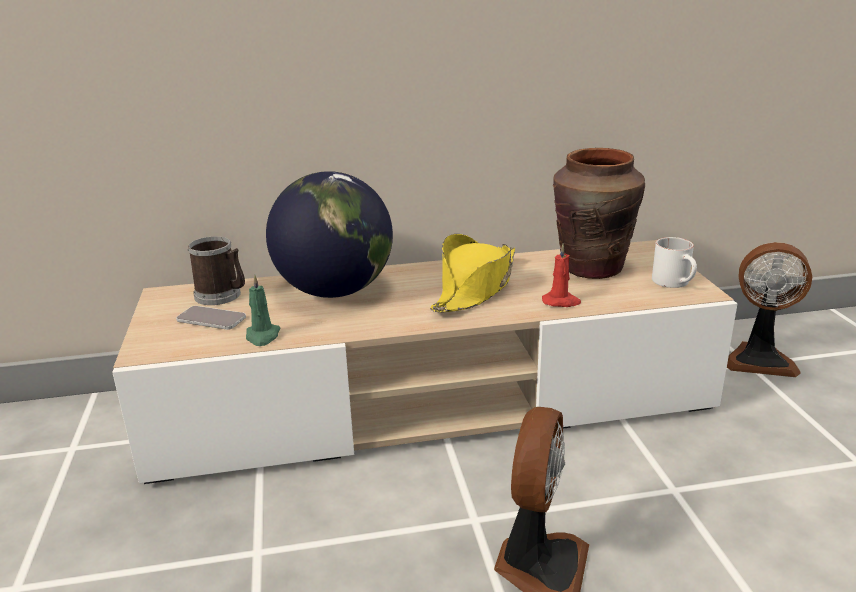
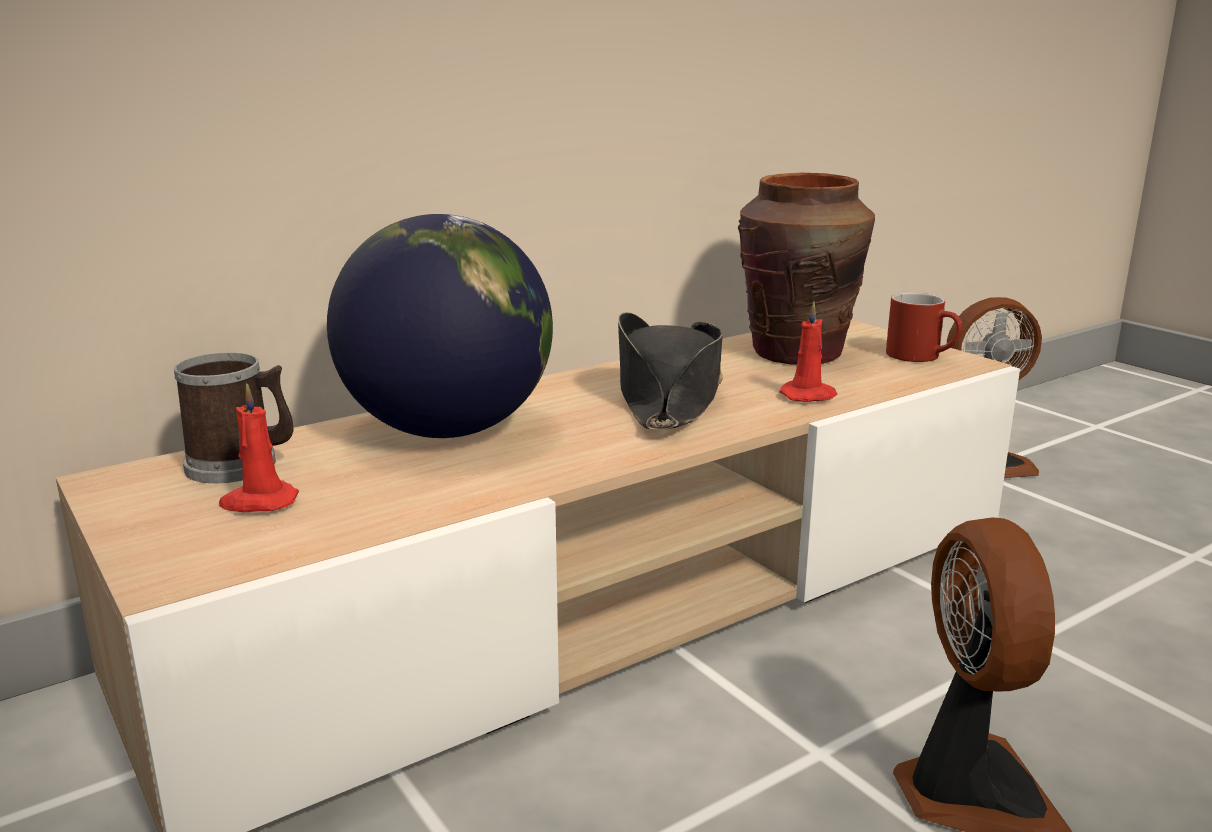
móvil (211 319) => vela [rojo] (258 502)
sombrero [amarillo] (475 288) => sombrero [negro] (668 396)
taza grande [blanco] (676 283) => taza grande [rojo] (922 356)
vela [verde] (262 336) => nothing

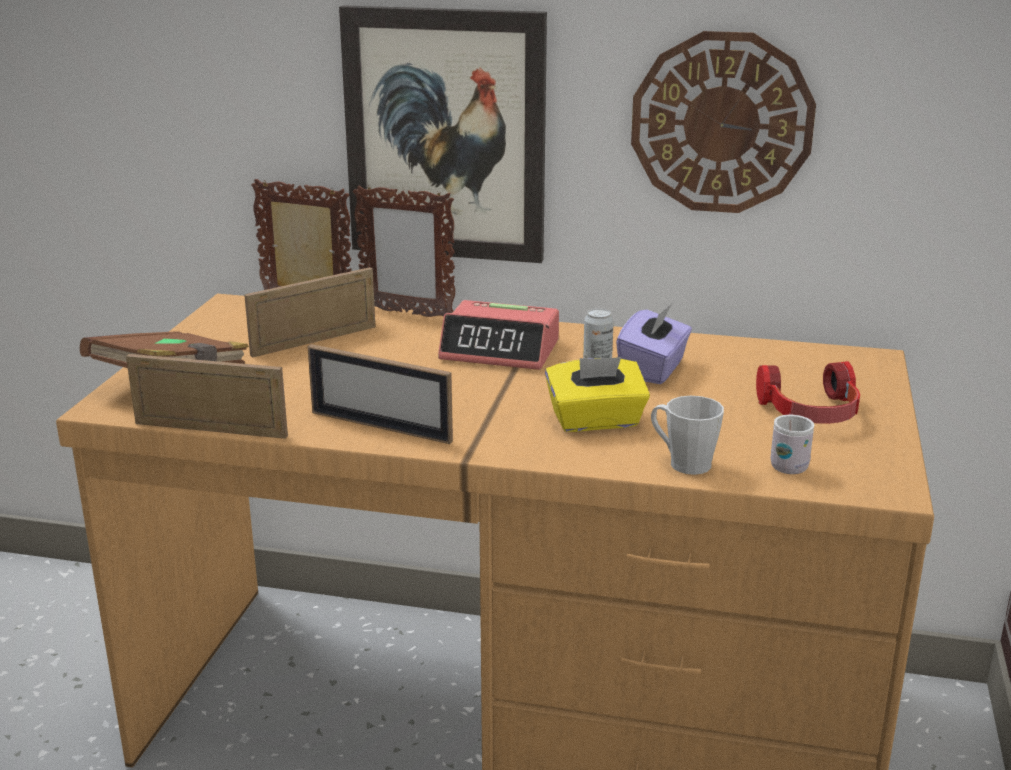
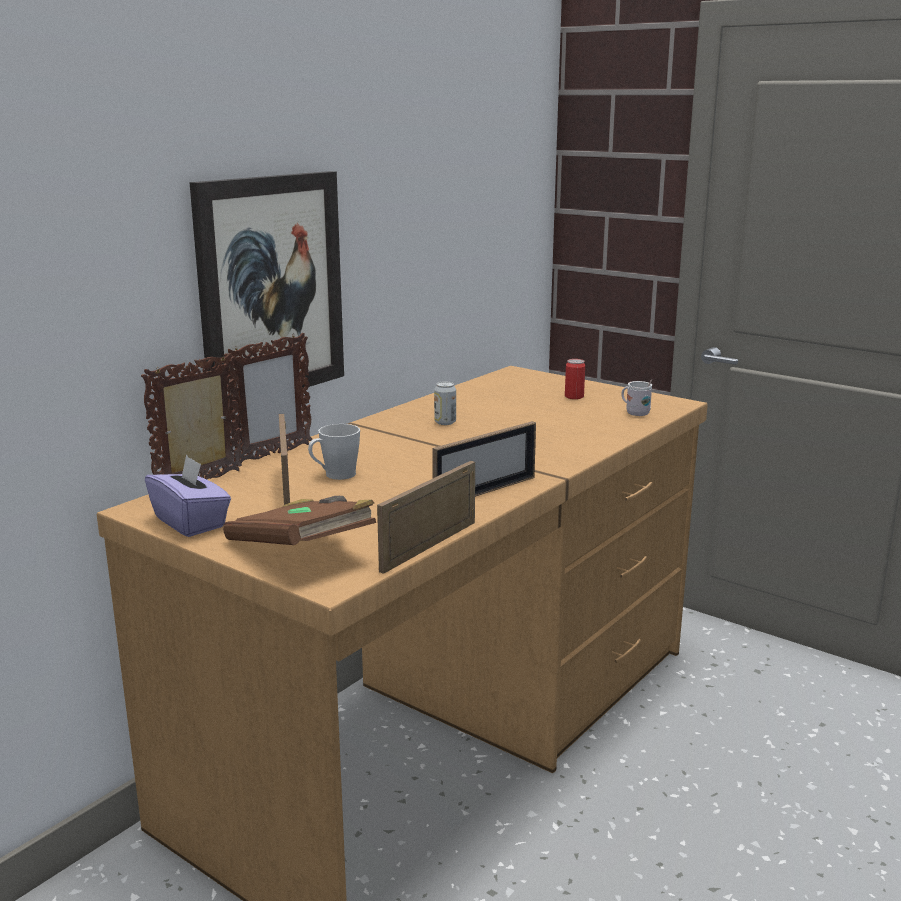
caja de pañuelos [morado] (653 369) => caja de pañuelos [morado] (191 522), relocated
taza grande [gris] (682 462) => taza grande [gris] (335 475), relocated
auriculares (811 413) => lata (574 396)
despertador (500 350) => nothing
caja de pañuelos [amarillo] (596 421) => nothing
reloj de pared (721 123) => nothing

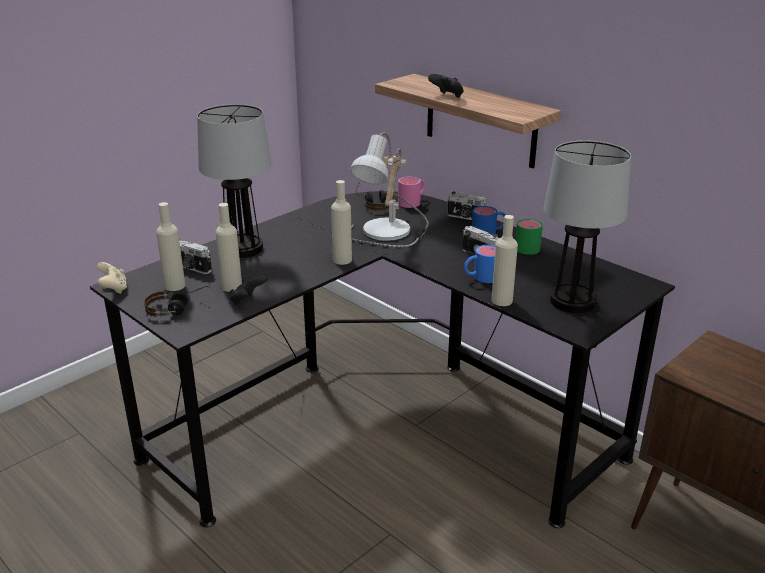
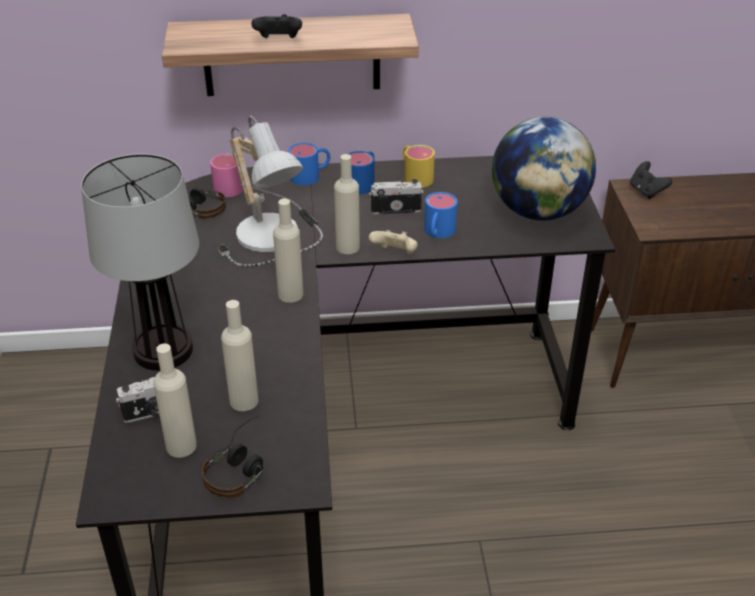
cámara (465 217) => taza grande [azul] (311 175)
botella [beis] (502 300) => botella [beis] (347 247), relocated
mando de consola [beis] (114 289) => mando de consola [beis] (395 254), relocated
taza grande [verde] (528 246) => taza grande [amarillo] (415 176)
lámpara de mesa (573 301) => globo terráqueo (538 211)
mando de consola [negro] (247 300) => mando de consola [negro] (646 191), relocated

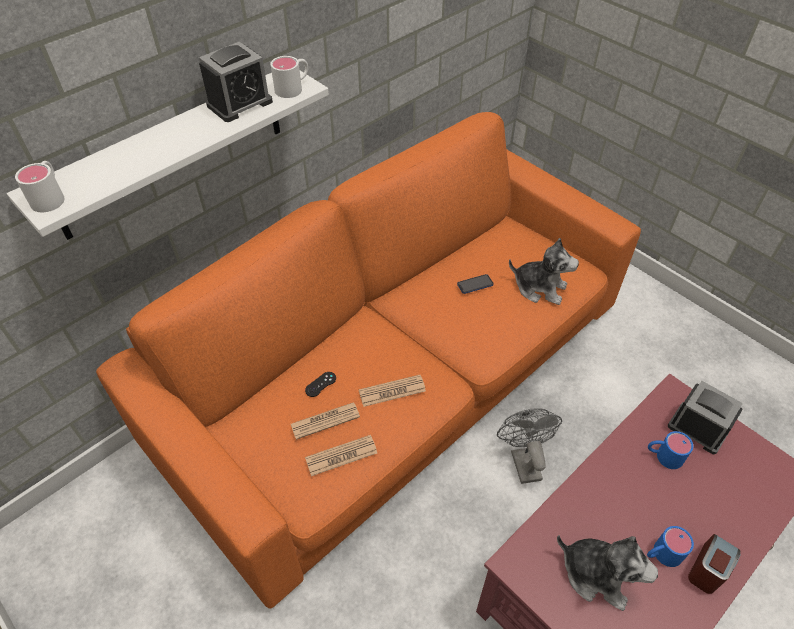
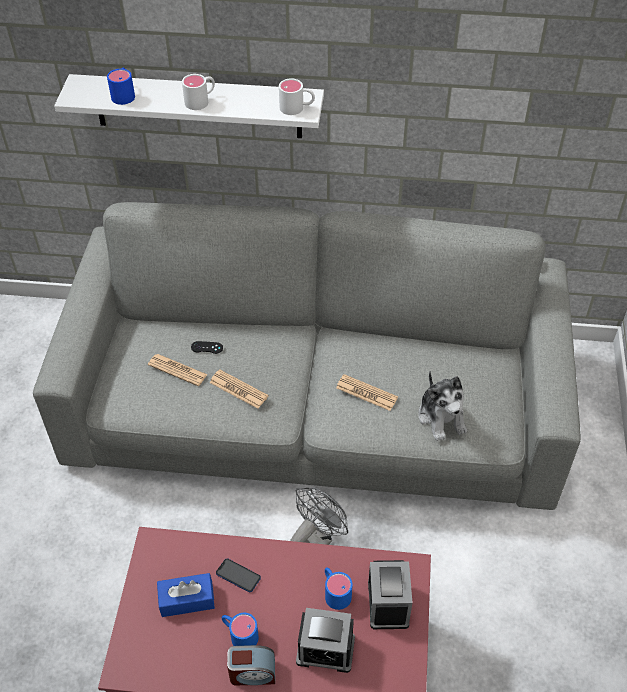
sofá [naranja] (396 373) => sofá [gris] (314 405)
nothing => taza grande [azul] (124 94)
peluche (597 574) => caja de pañuelos [azul] (187 600)
taza grande [blanco] (50 196) => taza grande [blanco] (201 100), relocated
móvil (475 284) => móvil (238 576), relocated
despertador (240 103) => despertador (325 650), relocated
periódico (341 455) => periódico (366 393), relocated

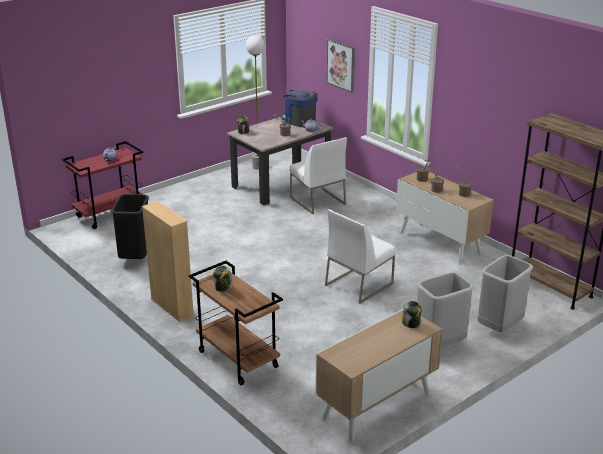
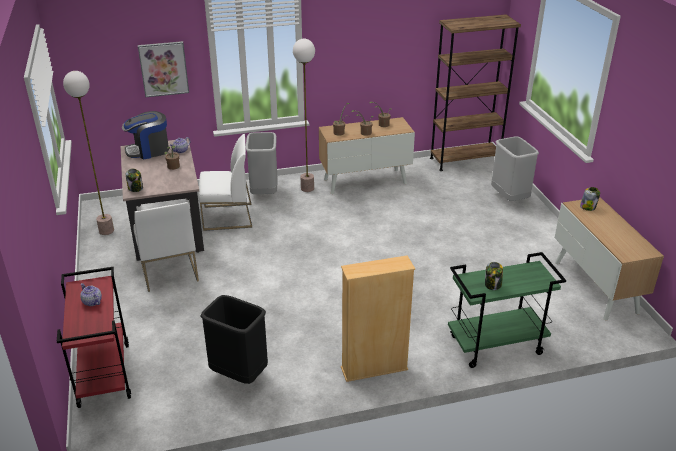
silla [blanco] (359 284) => silla [blanco] (168 270), relocated
papelera [gris] (439 345) => papelera [gris] (264 192), relocated
nothing => lámpara de pie (307 188)
carrito [marrón] (237 359) => carrito [verde] (495 346)

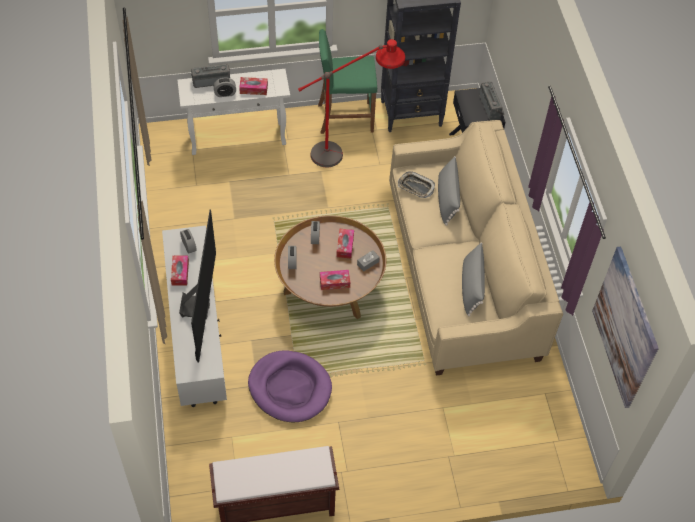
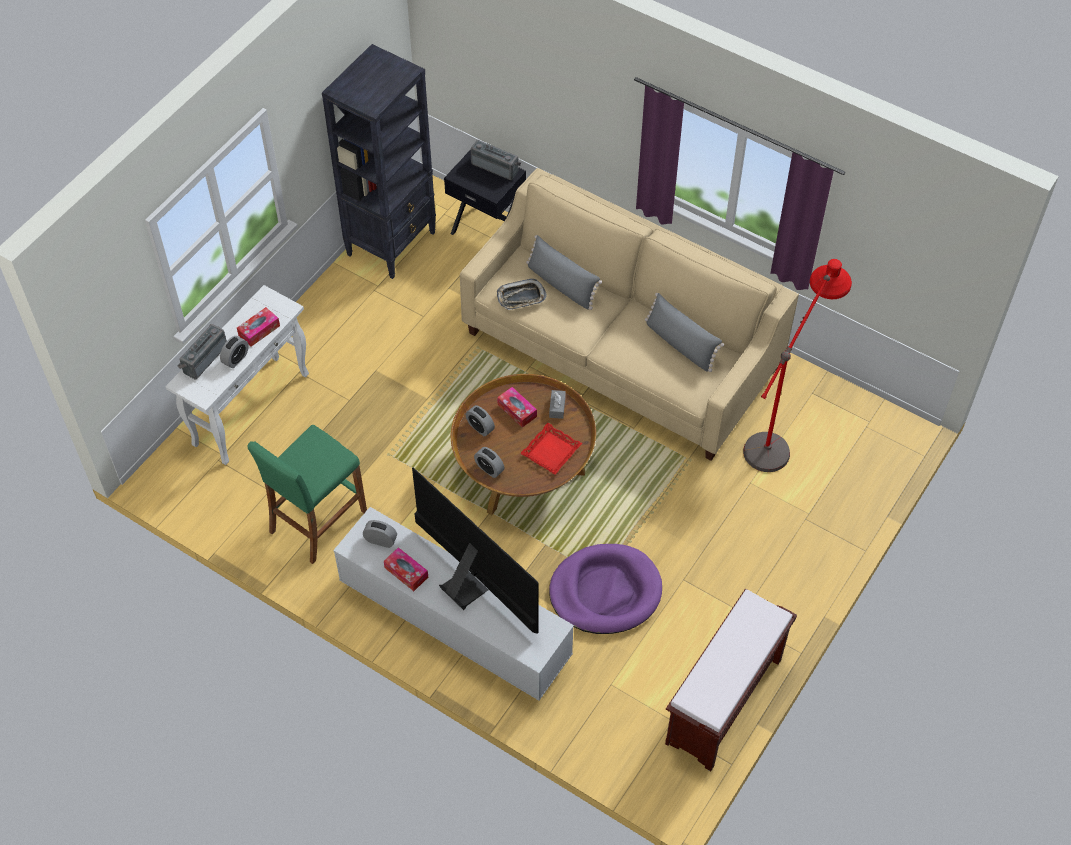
taburete [verde] (345 118) => taburete [verde] (317 521), relocated
caja de pañuelos (334 282) => bandeja [rojo] (550 451)
lámpara de pie [rojo] (349 152) => lámpara de pie [rojo] (782 429), relocated
cuadro (625 328) => nothing

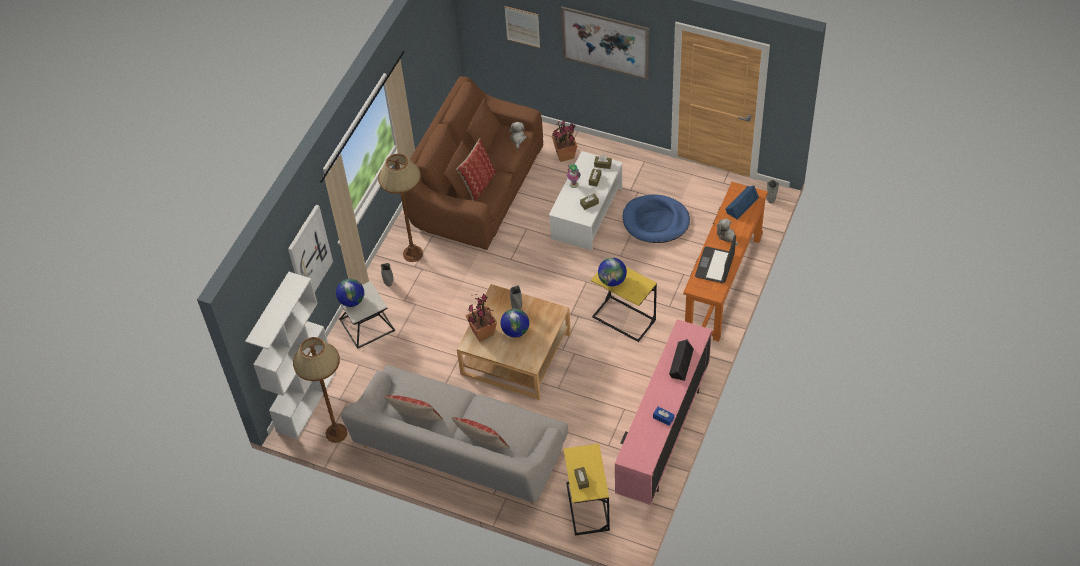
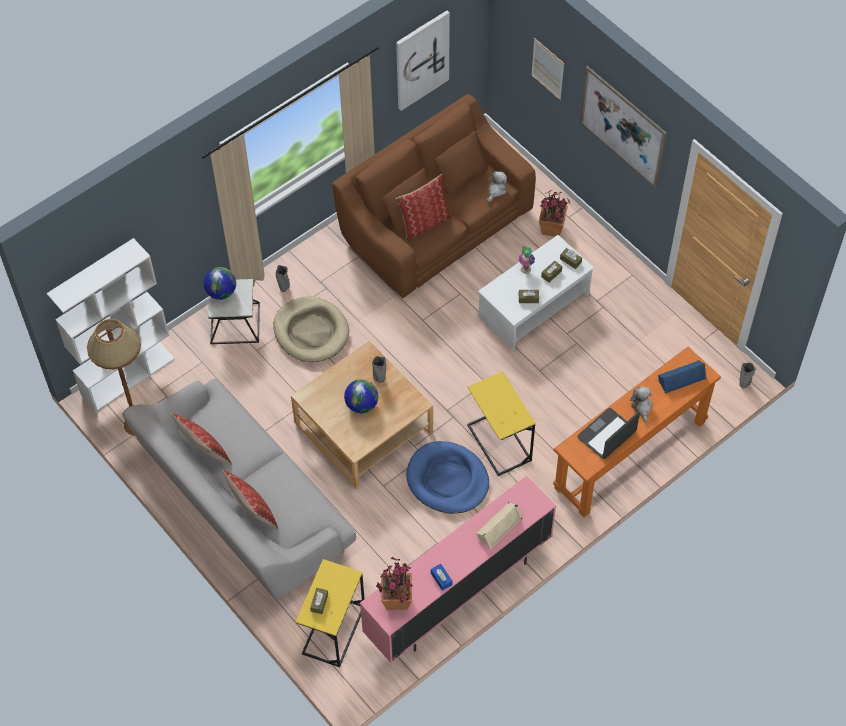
nothing => cama para perro [beis] (311 331)
planta en maceta (482 333) => planta en maceta (396 600), relocated
cuadro (309 254) => cuadro (421 59), relocated
cama para perro [azul] (655 221) => cama para perro [azul] (447 480), relocated
altavoz [negro] (680 362) => altavoz [beis] (498 526)
lámpara de pie [marrón] (413 254) => nothing
globo terráqueo (612 280) => nothing

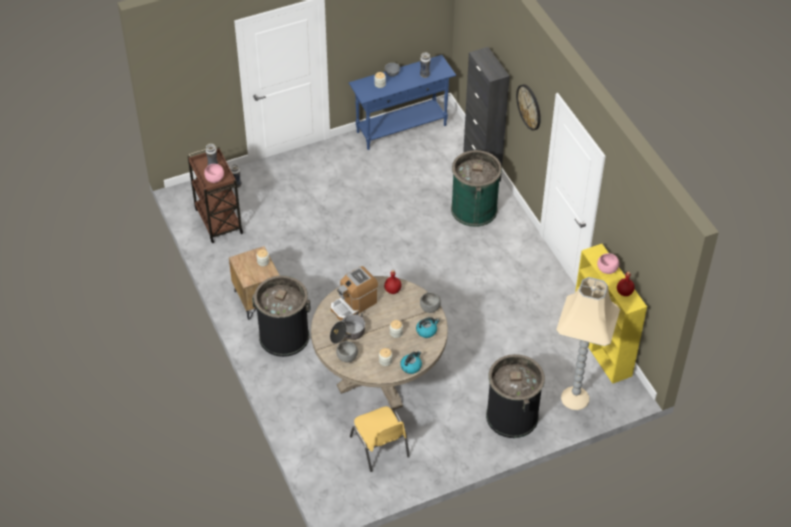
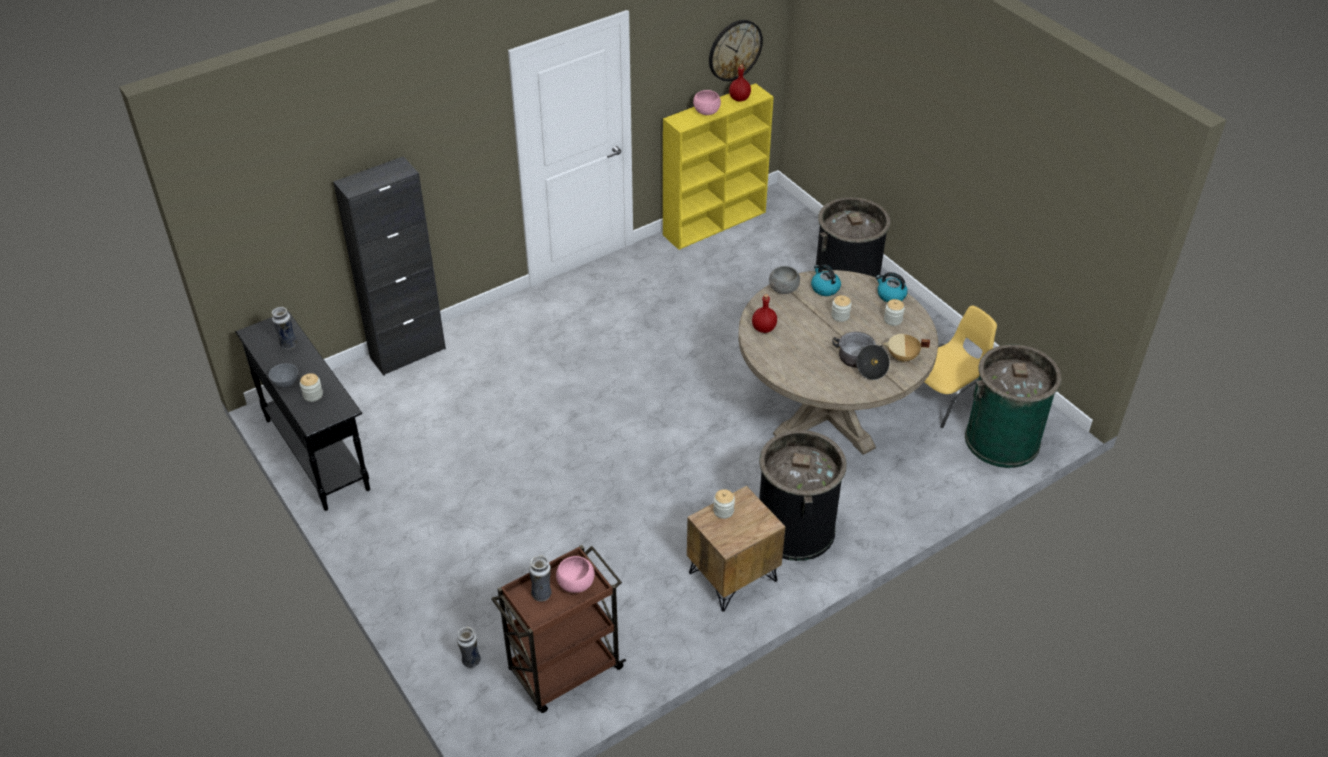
mesa consola [azul] (402 129) => mesa consola [negro] (317 454)
reloj de pared (529 107) => reloj de pared (735 50), relocated
cuenco [gris] (347 357) => olla [beis] (902 357)
papelera [verde] (474 209) => papelera [verde] (1002 440), relocated
cafetera (353 304) => nothing
lámpara de pie [beis] (574 397) => nothing

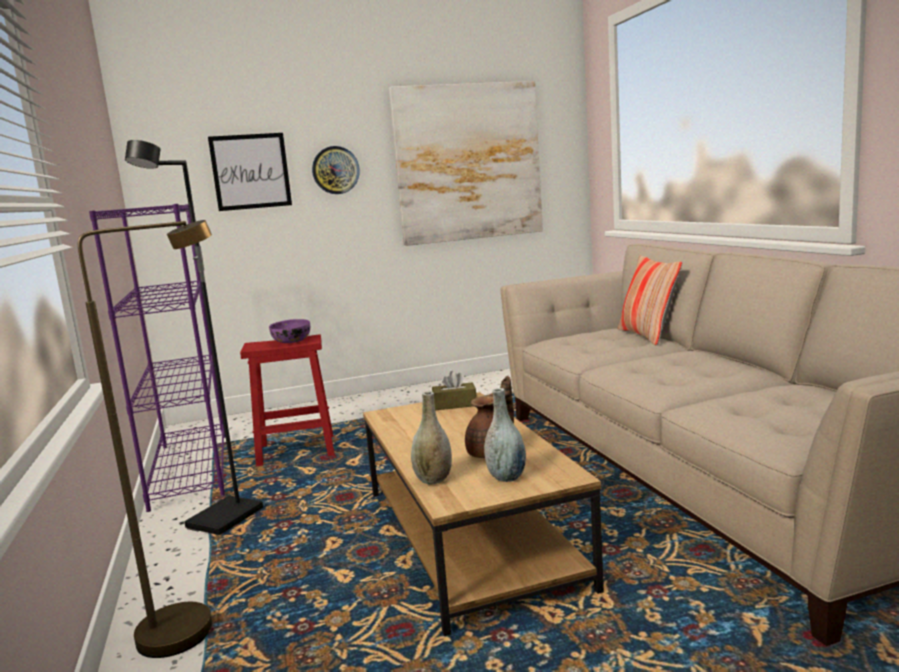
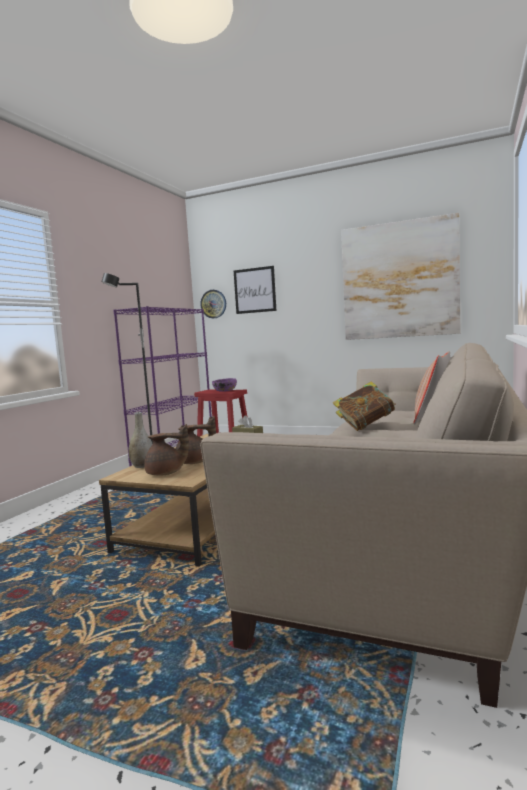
florero [gris] (506 477) => tetera [marrón] (166 473)
reloj de pared (335 170) => reloj de pared (213 304), relocated
nothing => libro (365 426)
lámpara de pie [marrón] (194 623) => nothing

